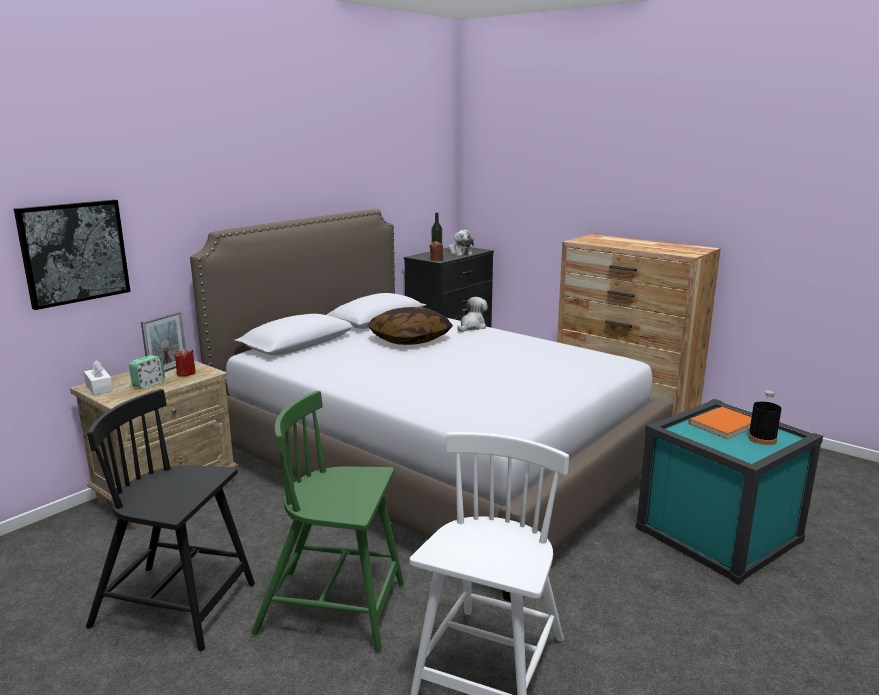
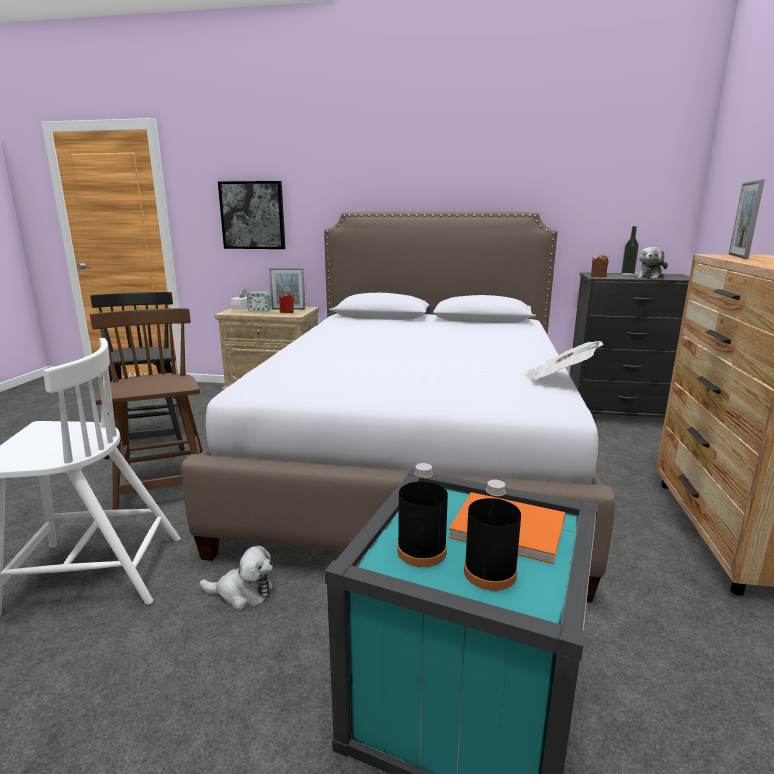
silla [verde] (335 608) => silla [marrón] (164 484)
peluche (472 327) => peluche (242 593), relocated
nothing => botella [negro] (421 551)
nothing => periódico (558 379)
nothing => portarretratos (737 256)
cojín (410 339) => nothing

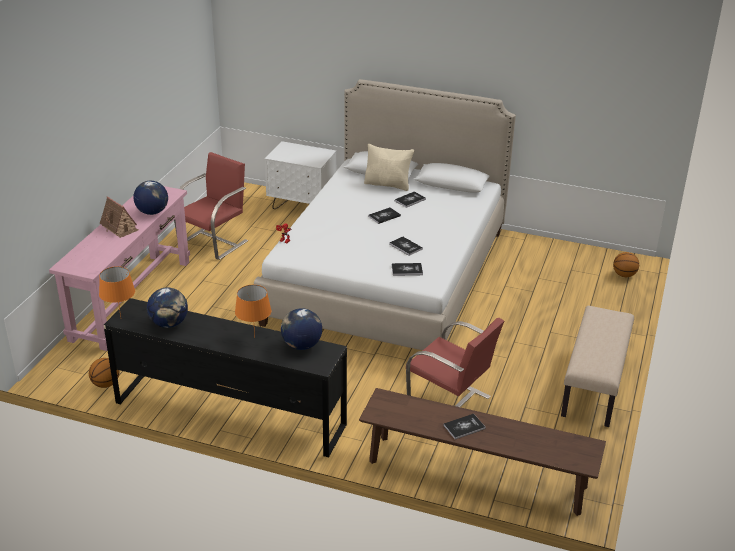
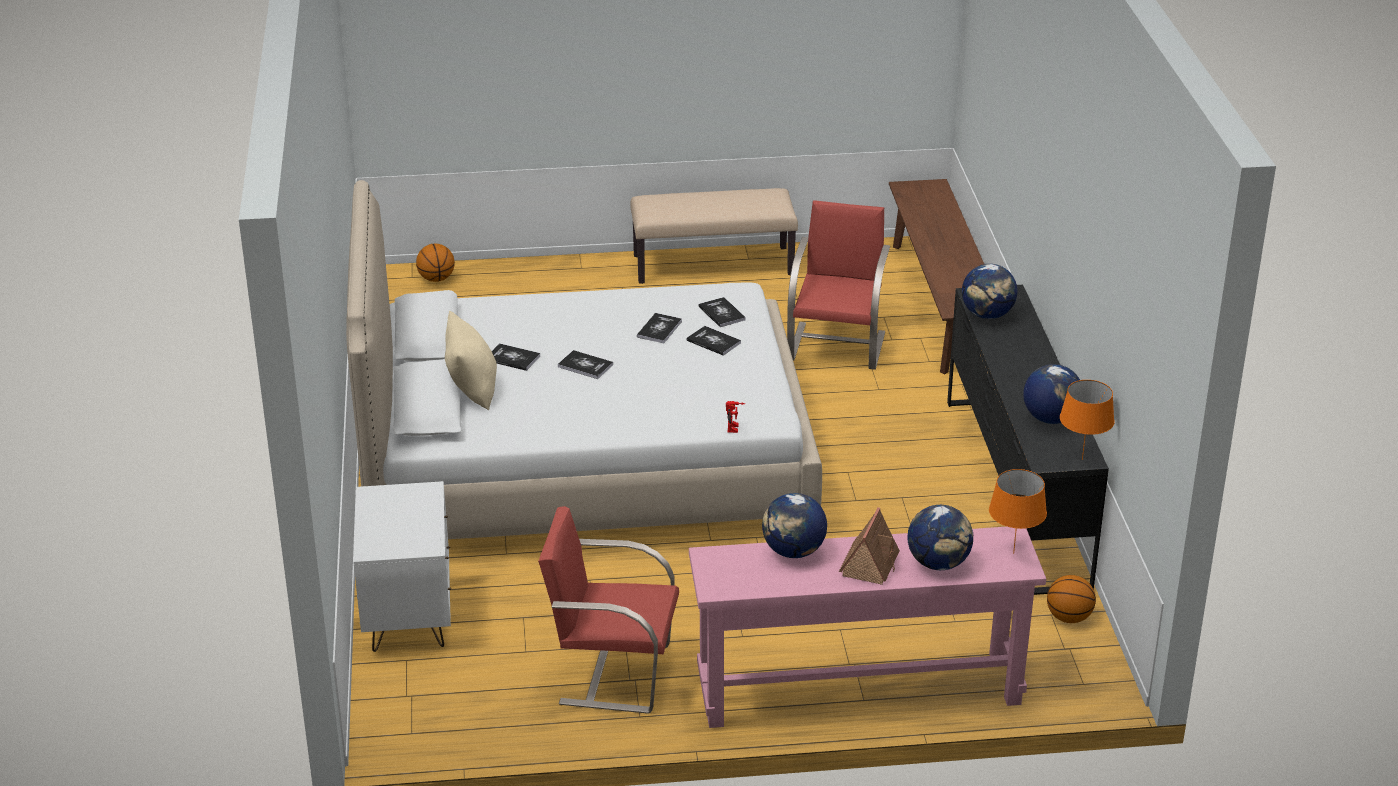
libro (464 427) => libro (713 342), relocated
nothing => globo terráqueo (938 563)
lámpara de mesa [naranja] (255 337) => lámpara de mesa [naranja] (1012 553), relocated

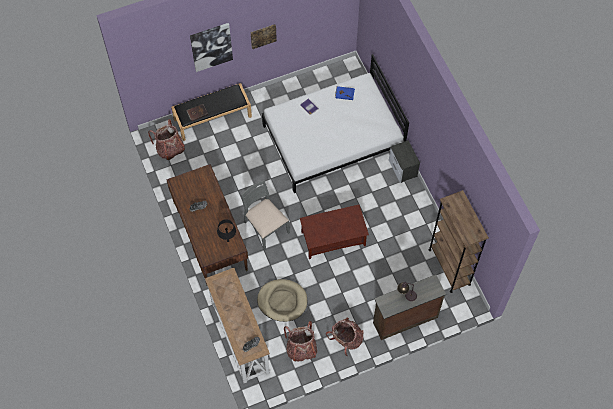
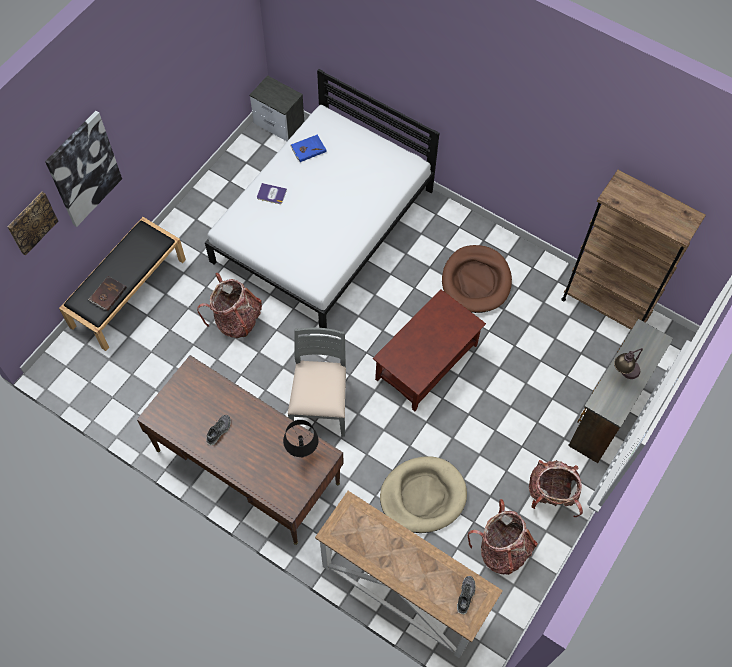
cuadro (263 35) => cuadro (31 222), relocated
mochila (170 149) => mochila (236 320), relocated
mesita de noche (403 169) => mesita de noche (279 123), relocated
silla [gris] (265 227) => silla [gris] (320 404), 75 degrees clockwise
nothing => cama para perro [marrón] (476 281)

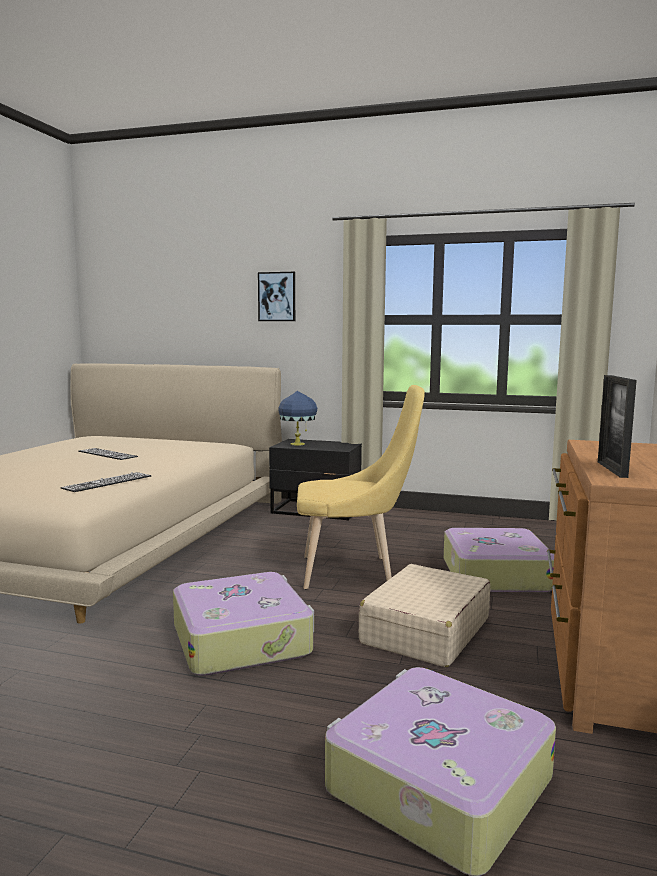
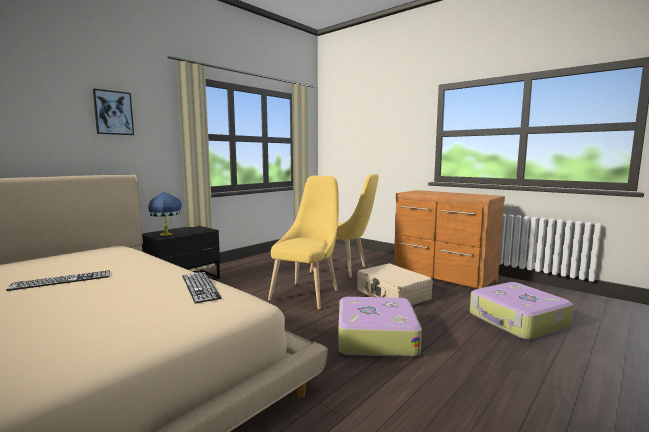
maleta (494 574) => silla [amarillo] (342 270)
portarretratos (612 469) => nothing

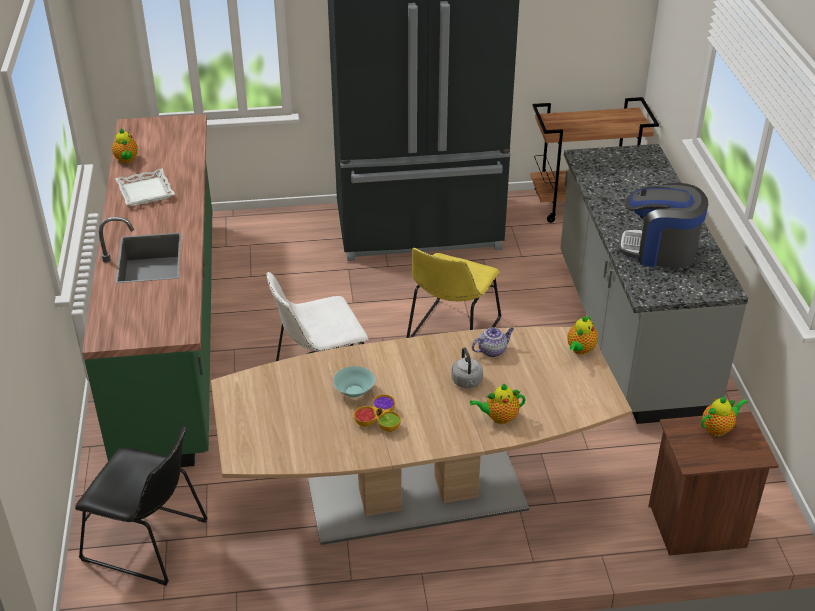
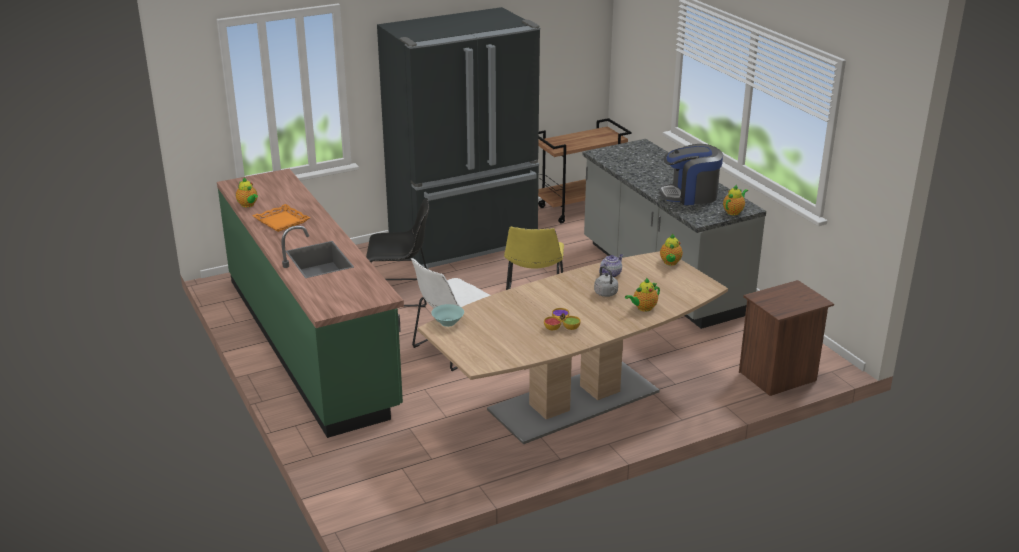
bandeja [blanco] (146 192) => bandeja [naranja] (282 221)
silla [negro] (150 542) => silla [negro] (400 293), relocated
cuenco [turquesa] (353 391) => cuenco [turquesa] (447 323), relocated
tetera (718 428) => tetera (734 212), relocated

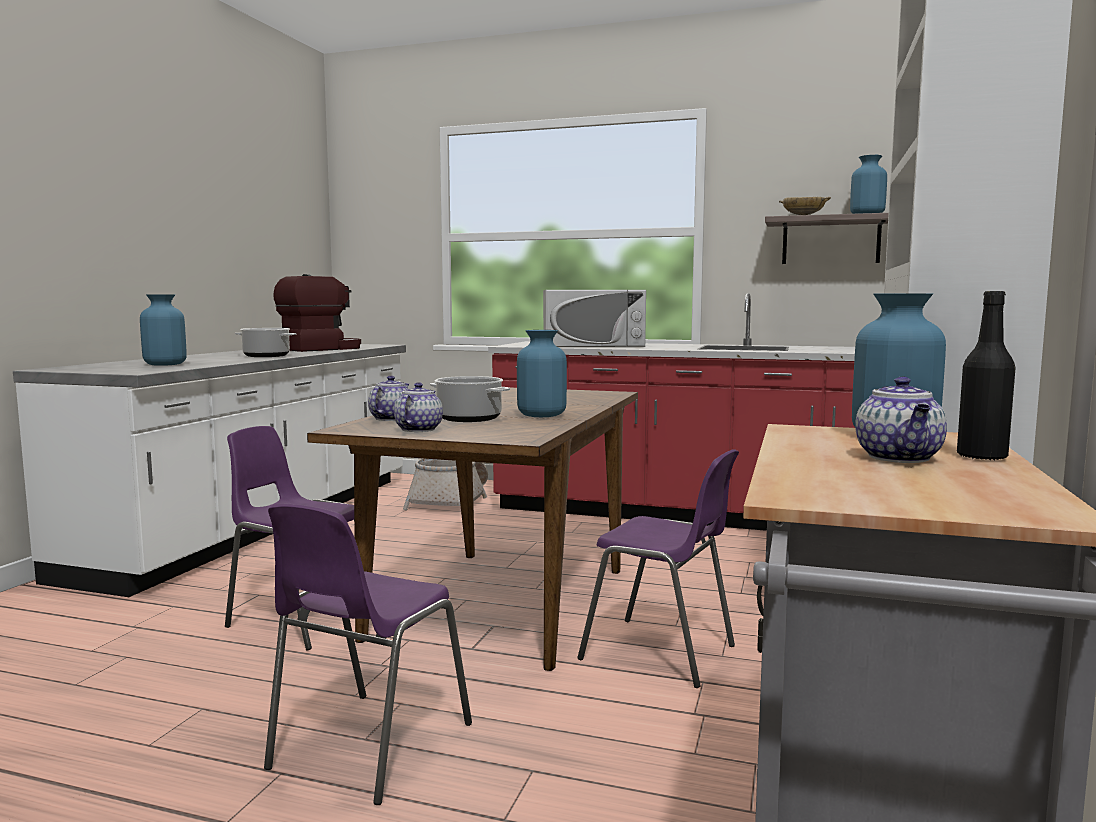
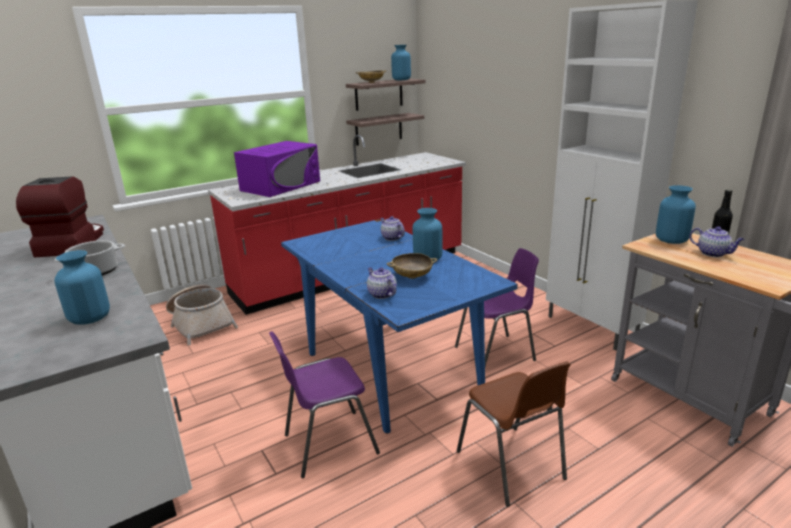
microondas [blanco] (592 345) => microondas [morado] (281 186)
mesa de comedor [marrón] (503 601) => mesa de comedor [azul] (390 368)
nothing => estante (378 129)
tetera (418 429) => tetera (392 238), relocated
olla (468 418) => cuenco [beis] (412 276)
silla [morado] (367 747) => silla [marrón] (511 466)

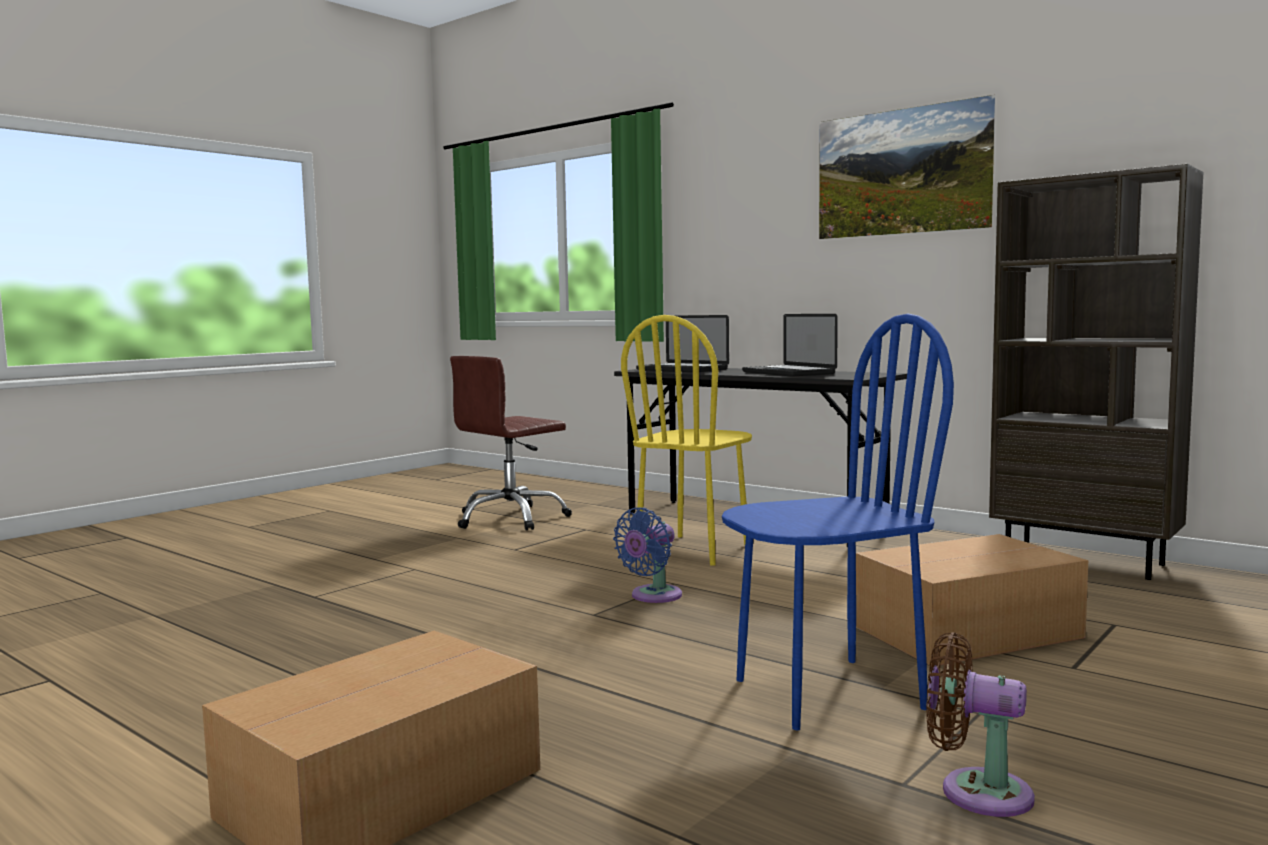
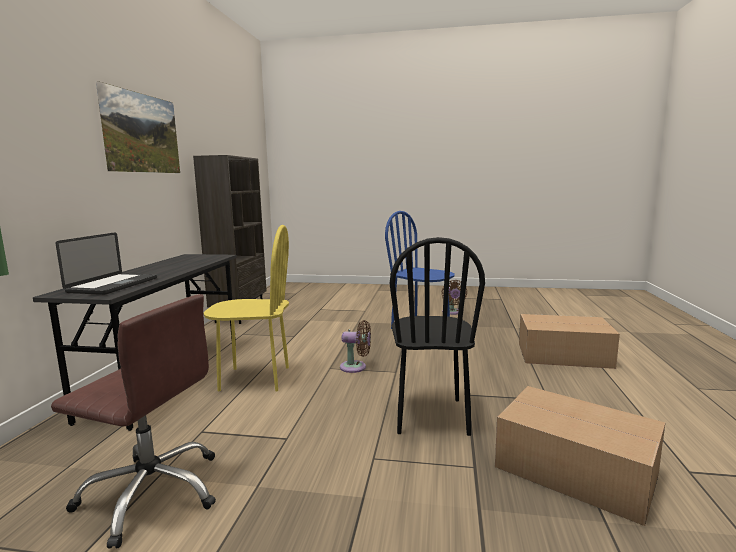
ventilador [azul] (652 596) => ventilador [marrón] (356 367)
nothing => silla [negro] (431 416)
caja de cartón (970 632) => caja de cartón (573 469), relocated
portátil (788 373) => nothing

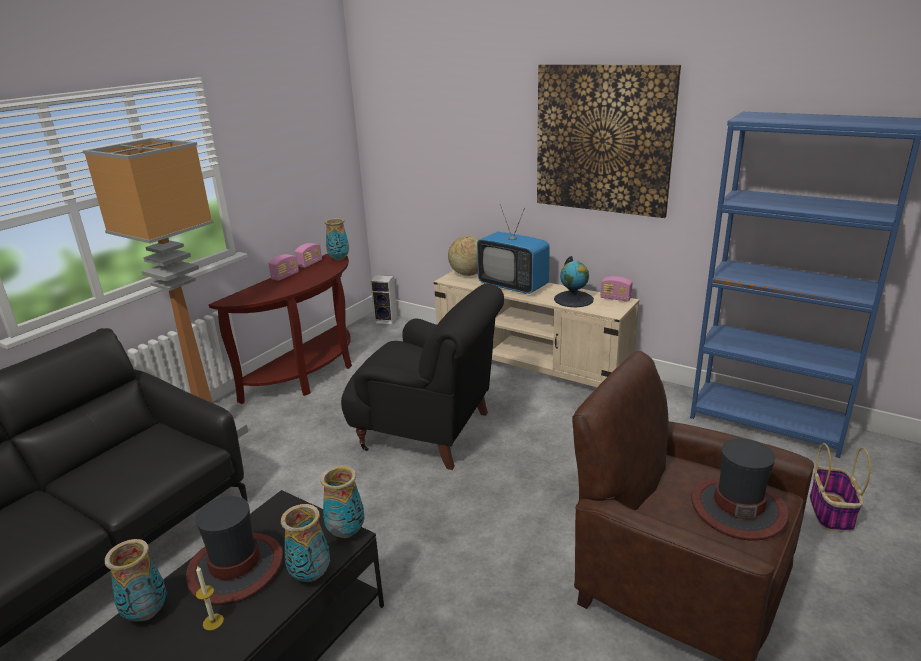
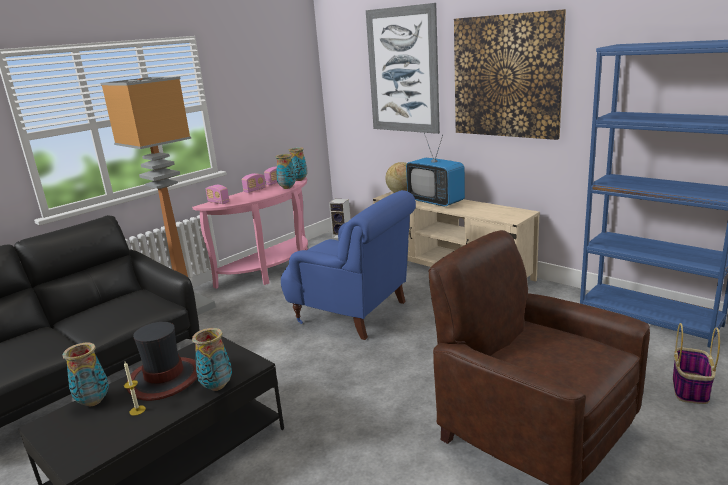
mesa consola [marrón] (309 374) => mesa consola [rosa] (272 270)
radio (615 298) => radio (218 202), relocated
florero (346 532) => florero (287 188), relocated
sillón [negro] (429 432) => sillón [azul] (354 313)
nothing => cuadro (402 71)
globo terráqueo (573 299) => nothing
sombrero (737 508) => nothing

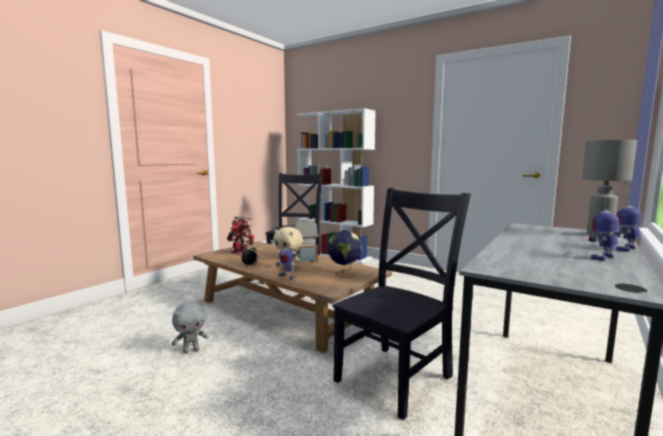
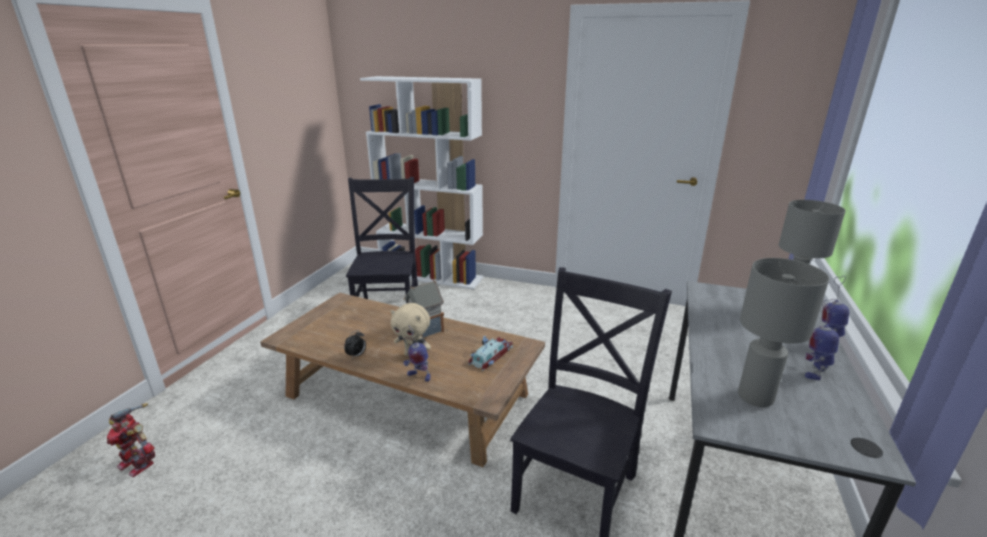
robot de juguete (241 252) => robot de juguete (138 463), relocated
globo terráqueo (344 273) => coche de juguete (489 356)
nothing => lámpara de mesa [gris] (754 397)
peluche [gris] (191 350) => nothing

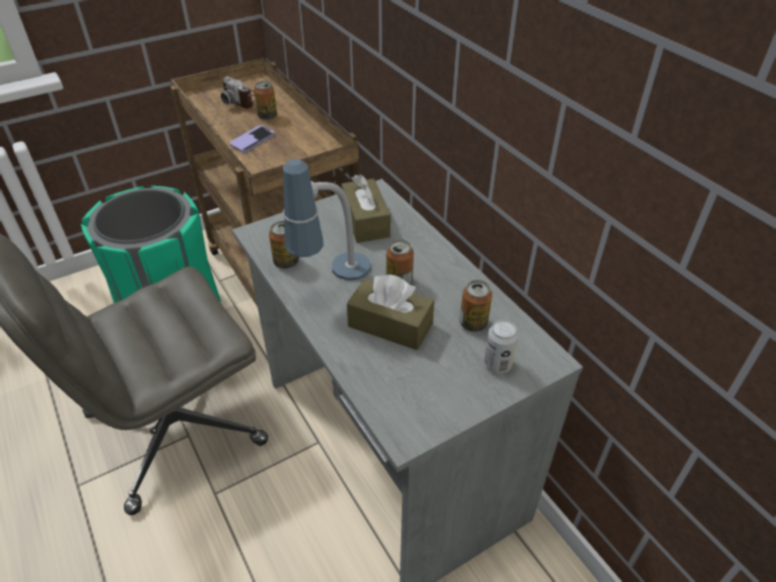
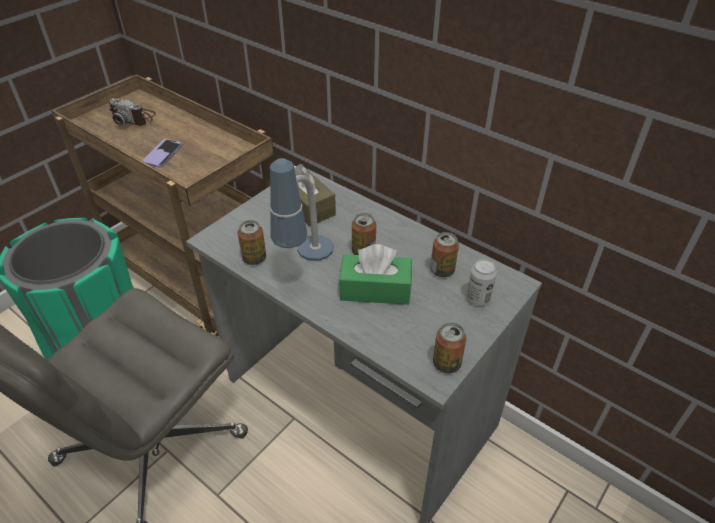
caja de pañuelos [marrón] (390 325) => caja de pañuelos [verde] (375 289)
lata (267 116) => lata (446 363), relocated

